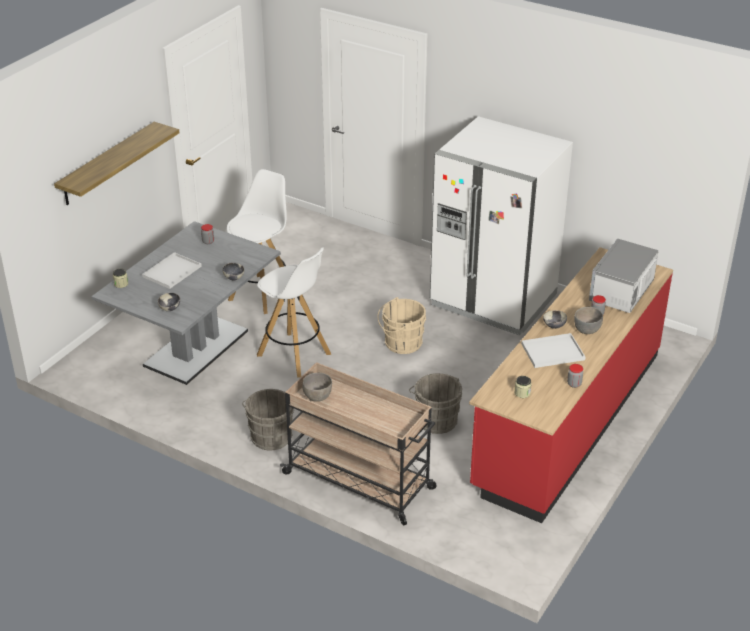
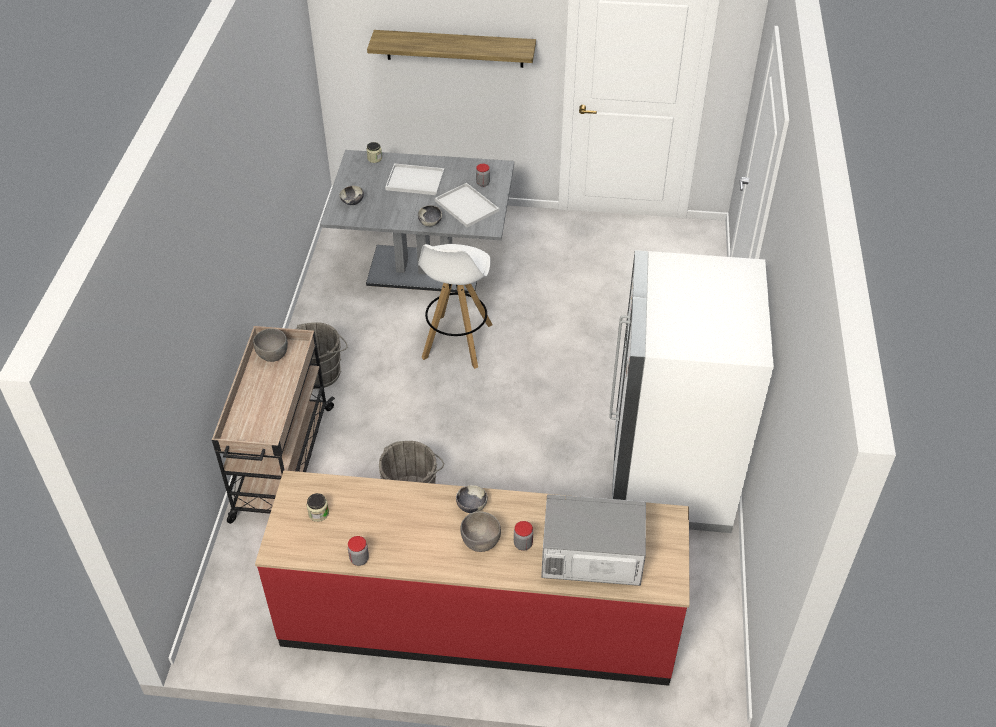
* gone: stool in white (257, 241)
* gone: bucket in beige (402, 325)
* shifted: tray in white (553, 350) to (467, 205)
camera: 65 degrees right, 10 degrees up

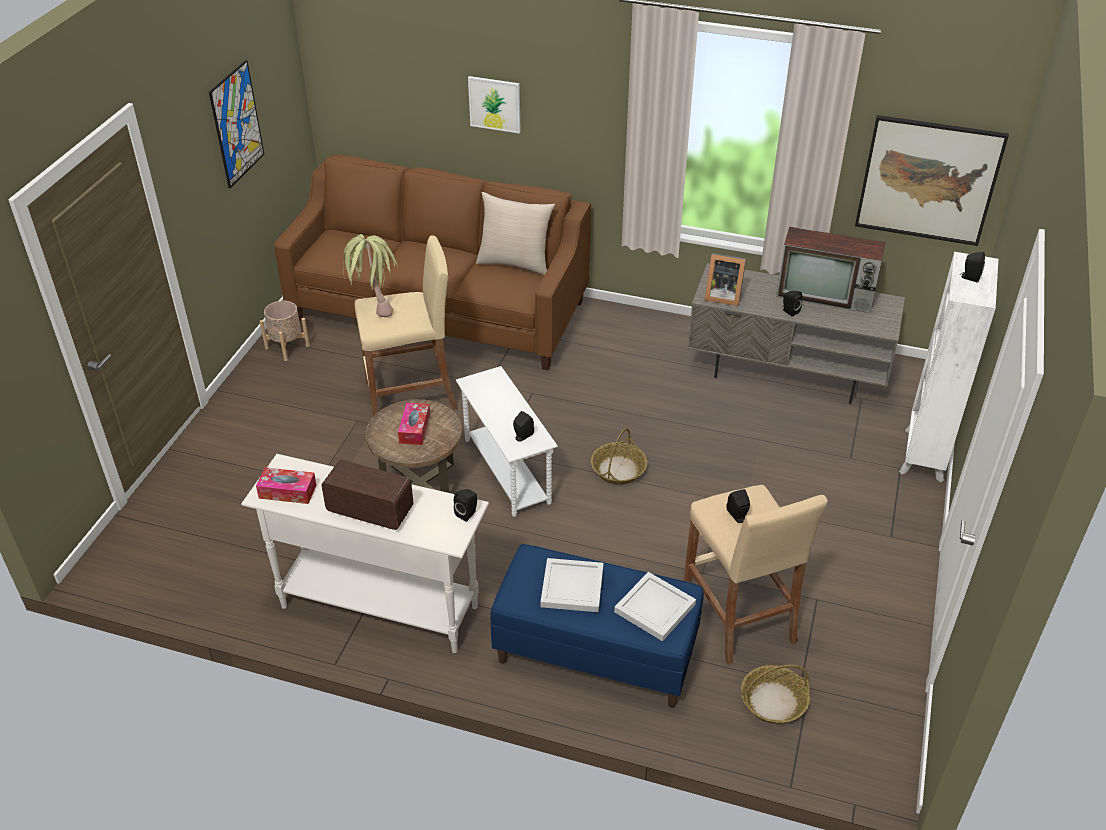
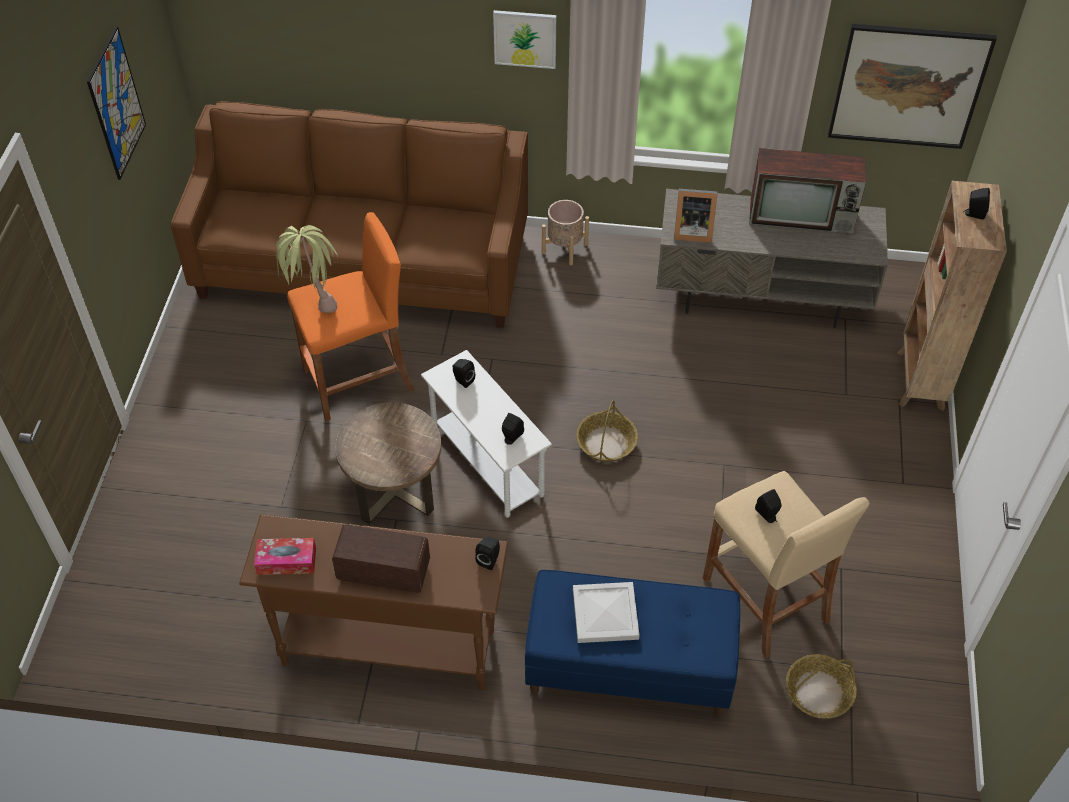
* repainted: console table in white (365, 553) to console table in brown (373, 602)
* shifted: planter in beige (285, 331) to (565, 232)
* repainted: stool in beige (406, 325) to stool in orange (351, 316)
* gone: tissue box (414, 423)
* shifted: picture (494, 104) to (524, 39)
* gone: pillow in beige (515, 233)
* gone: tray in white (655, 606)
* shifted: speaker in black (792, 304) to (464, 373)
* repainted: bookcase in white (948, 367) to bookcase in brown (951, 296)
camera: 10 degrees left, 10 degrees up

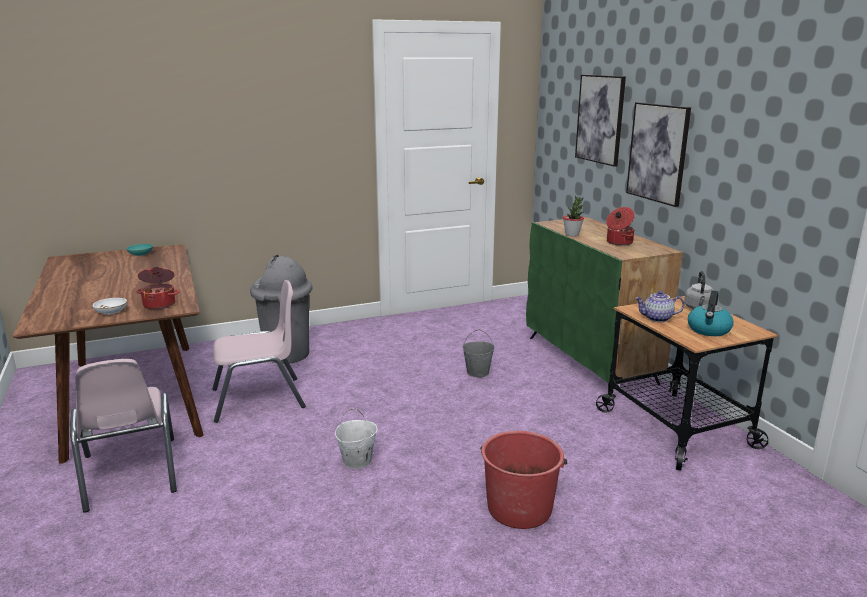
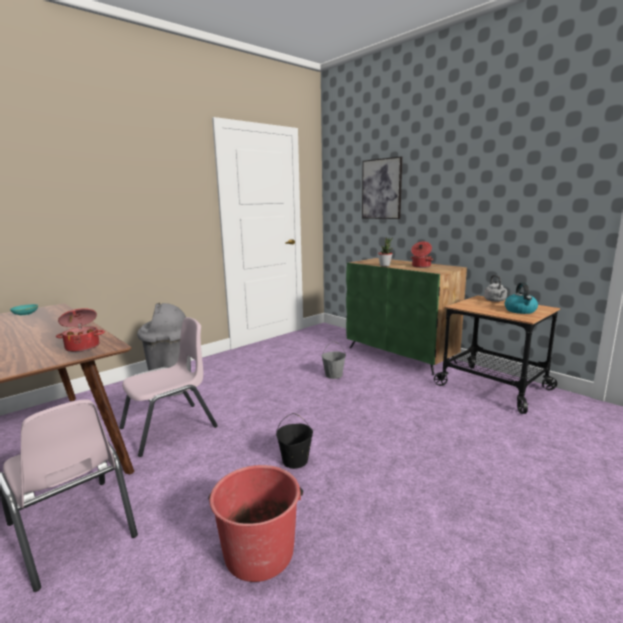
* gone: bowl in white (109, 306)
* repainted: bucket in white (356, 438) to bucket in black (294, 441)
* shifted: bucket in red (523, 480) to (255, 523)
* gone: picture (658, 154)
* gone: teapot (659, 306)
camera: 20 degrees left, 5 degrees down

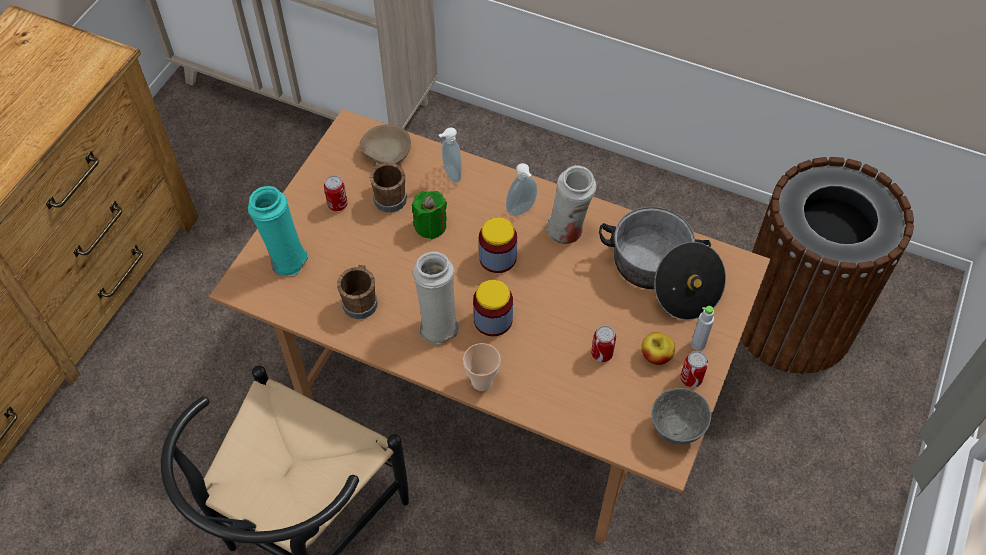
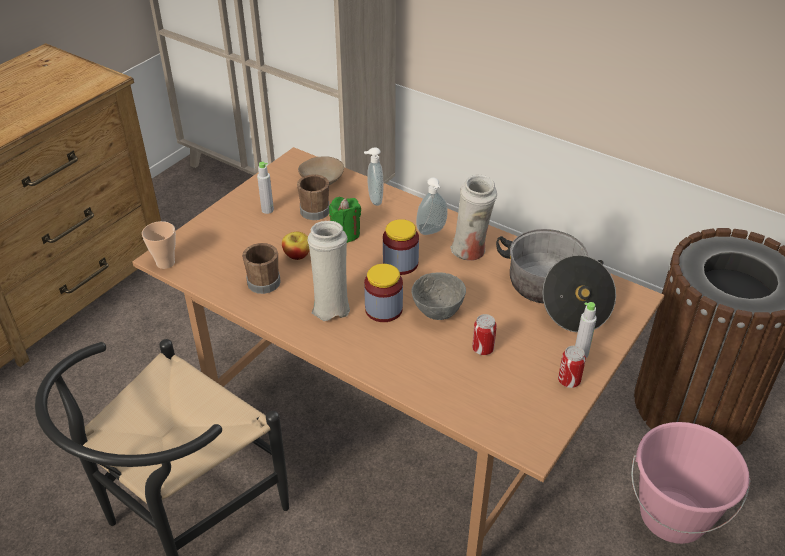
* gone: vase in turquoise (278, 231)
* swapped: can (336, 193) to bottle in grey (265, 188)
* shifted: cup (482, 367) to (159, 245)
* shifted: apple (658, 348) to (296, 246)
* shifted: bowl in grey (681, 416) to (438, 296)
* new: bucket in pink (691, 483)
camera: 10 degrees right, 15 degrees down

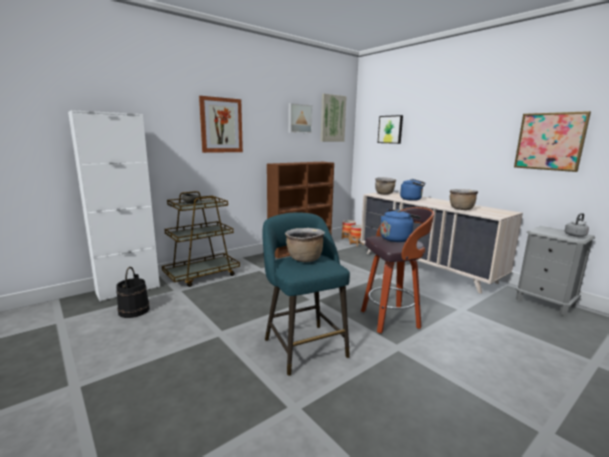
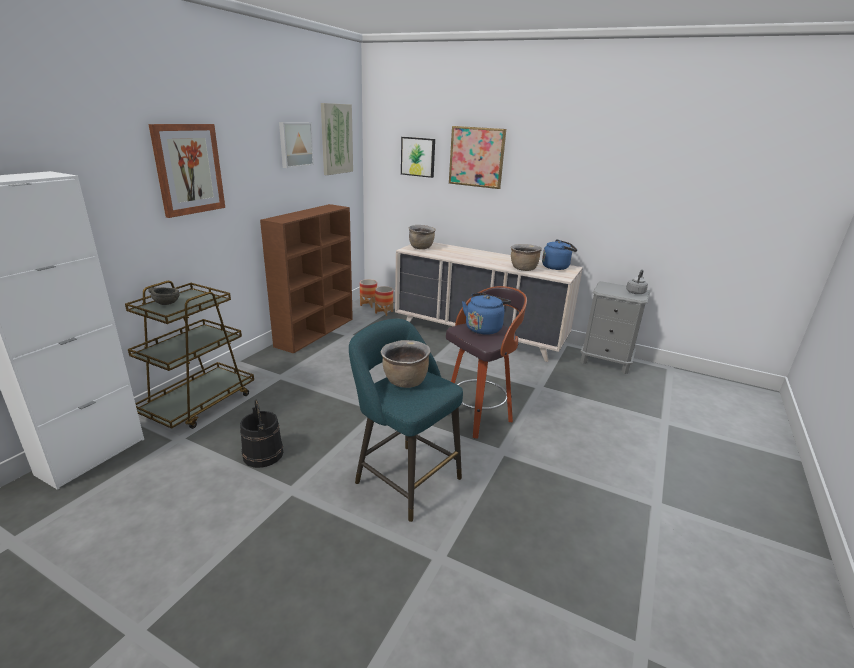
* shifted: bucket in black (133, 292) to (261, 433)
* shifted: kettle in blue (412, 190) to (559, 254)
* shifted: picture (552, 141) to (477, 157)
camera: 25 degrees left, 10 degrees up

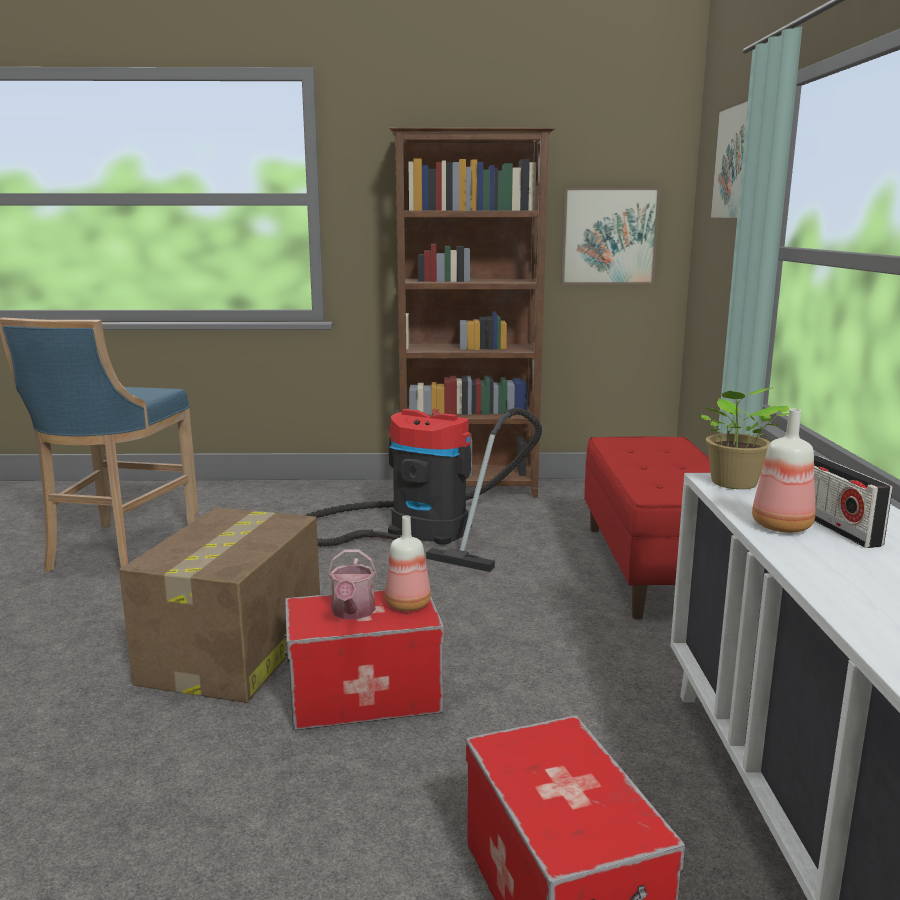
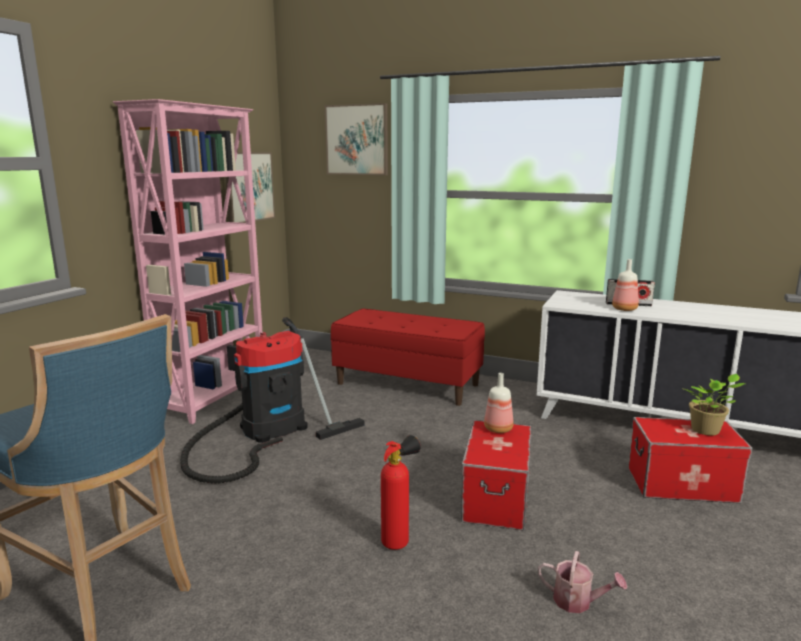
* swapped: cardboard box (219, 605) to fire extinguisher (400, 492)
* shifted: watering can (352, 584) to (582, 582)
* repainted: bookcase in brown (472, 312) to bookcase in pink (188, 261)
* shifted: potted plant (744, 438) to (713, 405)
camera: 65 degrees left, 0 degrees up

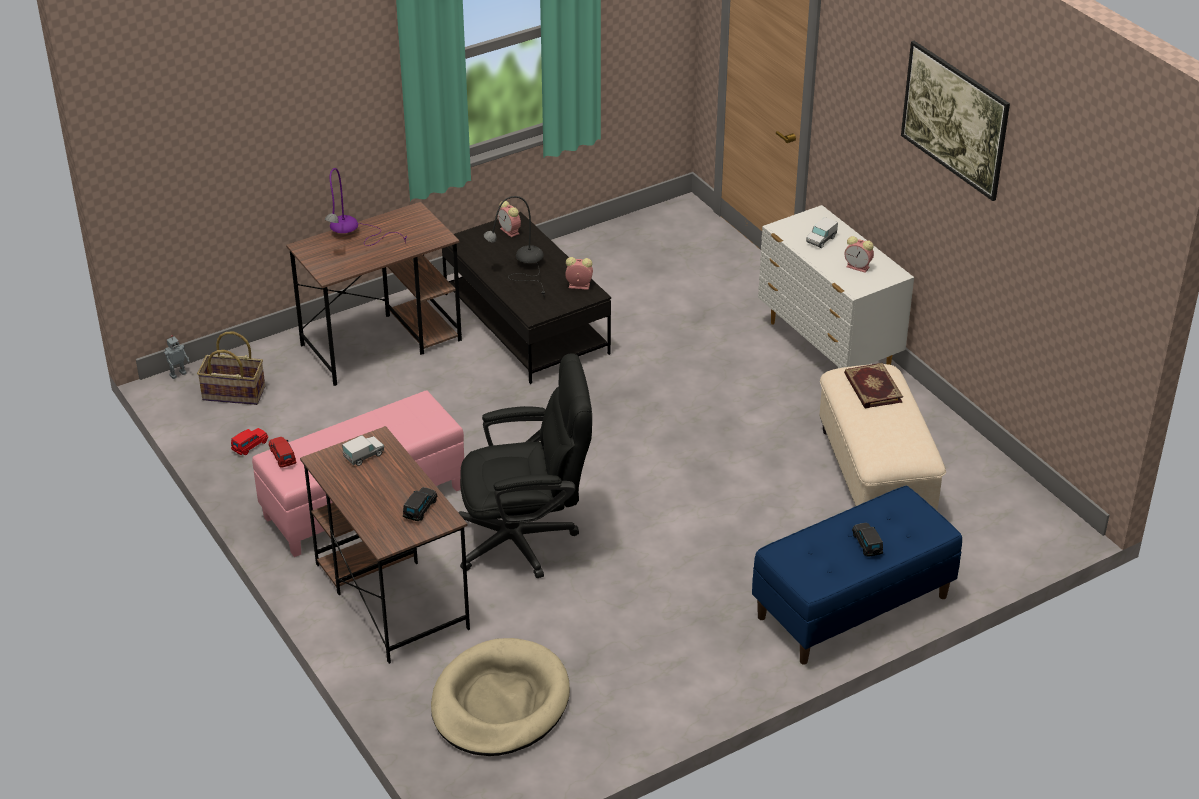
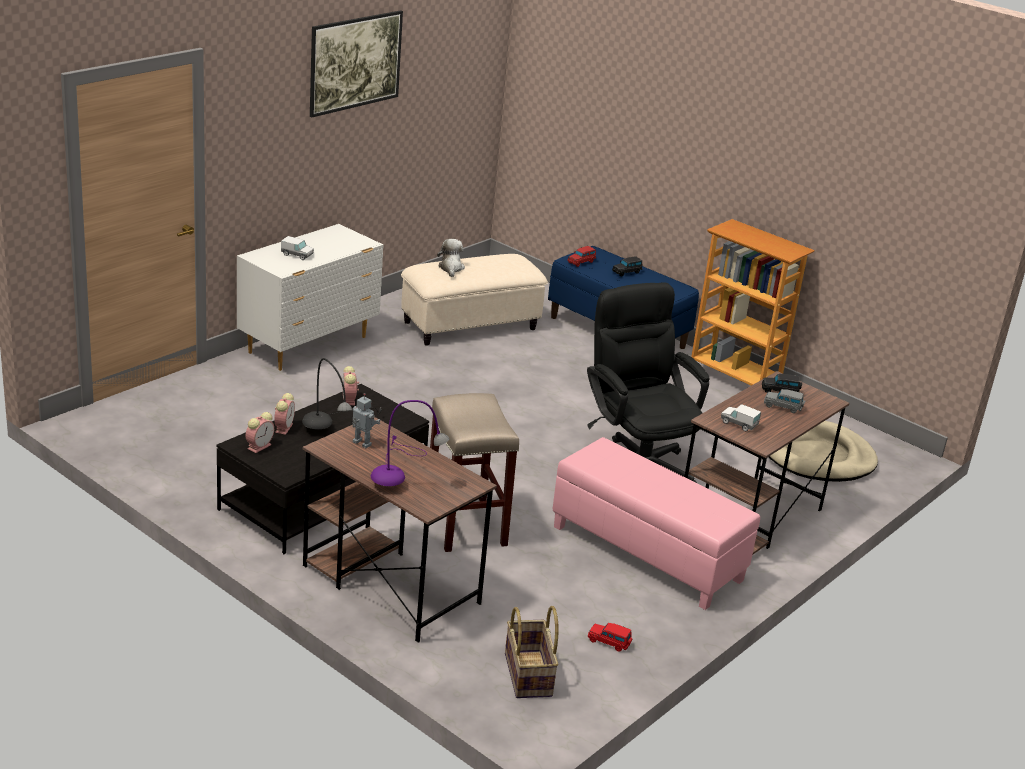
* shifted: toy robot (176, 357) to (366, 420)
* shifted: toy car in red (282, 452) to (581, 256)
* shifted: alarm clock (859, 254) to (284, 414)
* swapped: book (873, 385) to plush toy (451, 258)
* new: stool in beige (474, 472)
* new: bookcase (753, 302)
* new: toy car in grey (784, 401)
camera: 110 degrees left, 10 degrees down

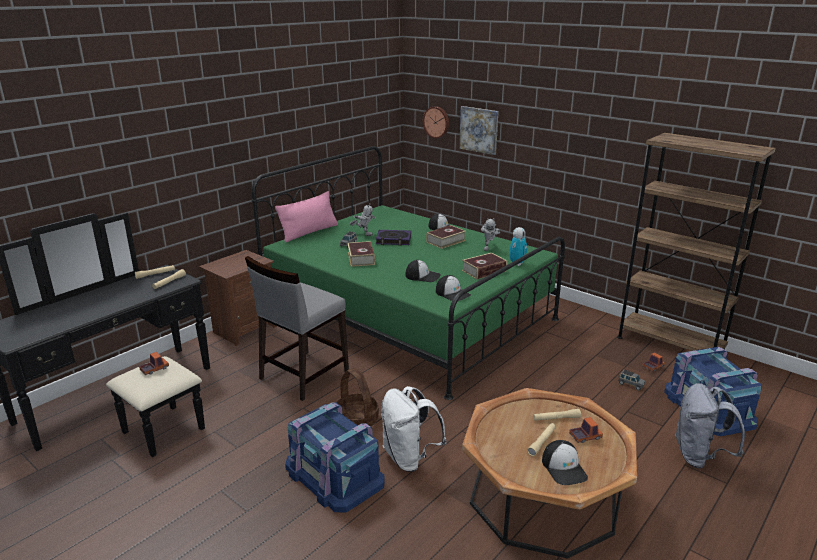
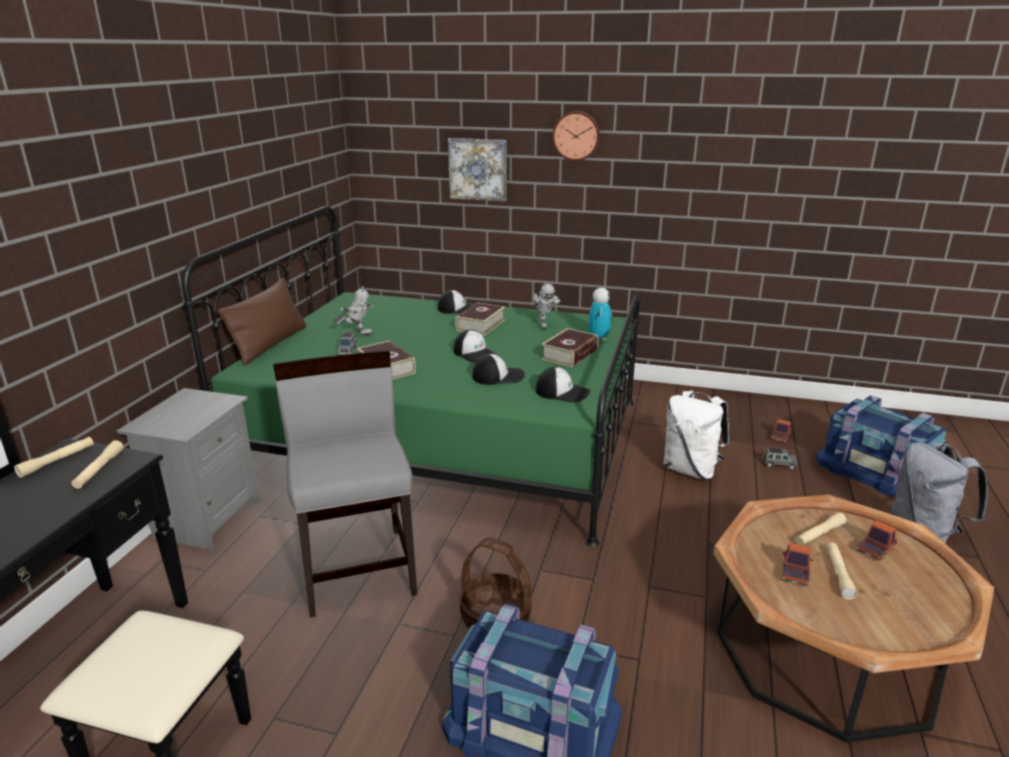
* shifted: toy truck (154, 363) to (797, 564)
* repainted: nightstand in brown (238, 298) to nightstand in grey (188, 469)
* rotated: chair in grey (297, 328) = (345, 484) 150 degrees clockwise
* repainted: pillow in pink (306, 217) to pillow in brown (262, 322)
* gone: book (393, 238)
* shifted: backpack in white (414, 429) to (696, 435)
* shifted: wall clock (436, 122) to (576, 136)
* shifted: cap (565, 462) to (476, 346)
* gone: bookcase in brown (696, 242)
camera: 25 degrees left, 0 degrees up

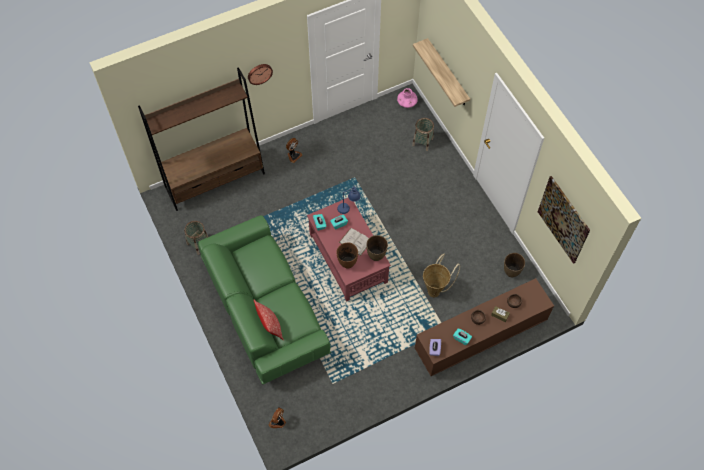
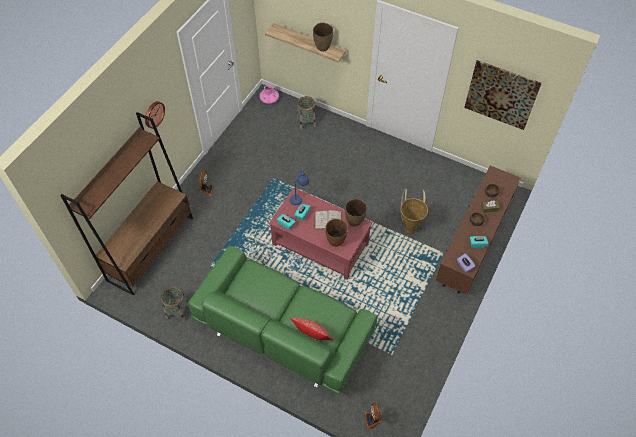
* shifted: vase in brown (514, 265) to (323, 37)
camera: 35 degrees left, 5 degrees down

